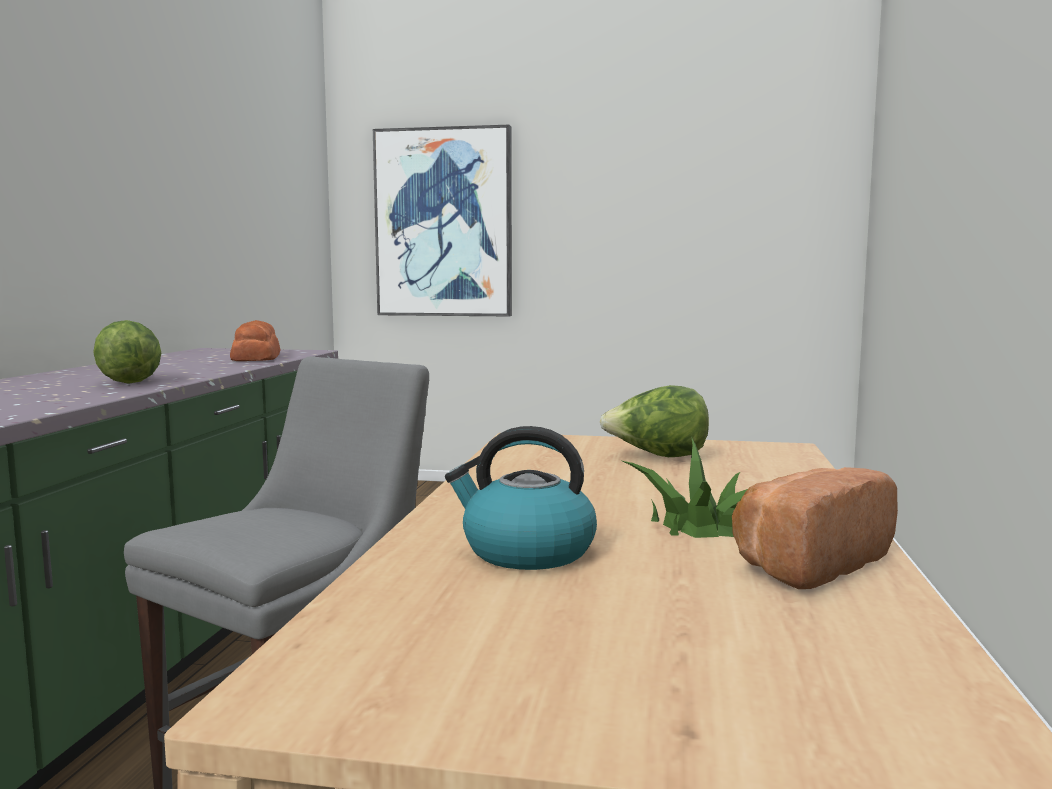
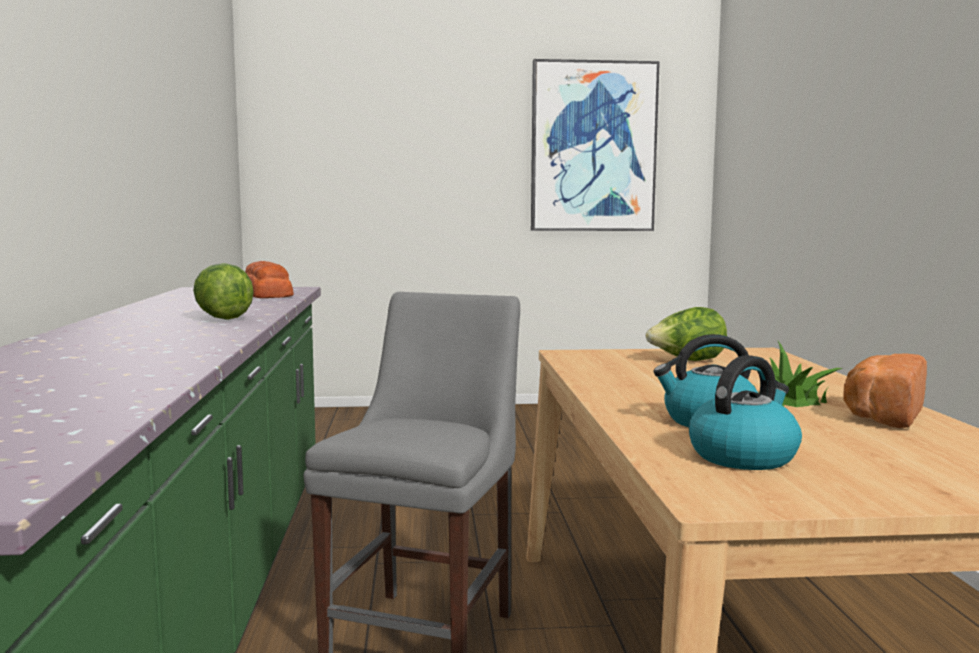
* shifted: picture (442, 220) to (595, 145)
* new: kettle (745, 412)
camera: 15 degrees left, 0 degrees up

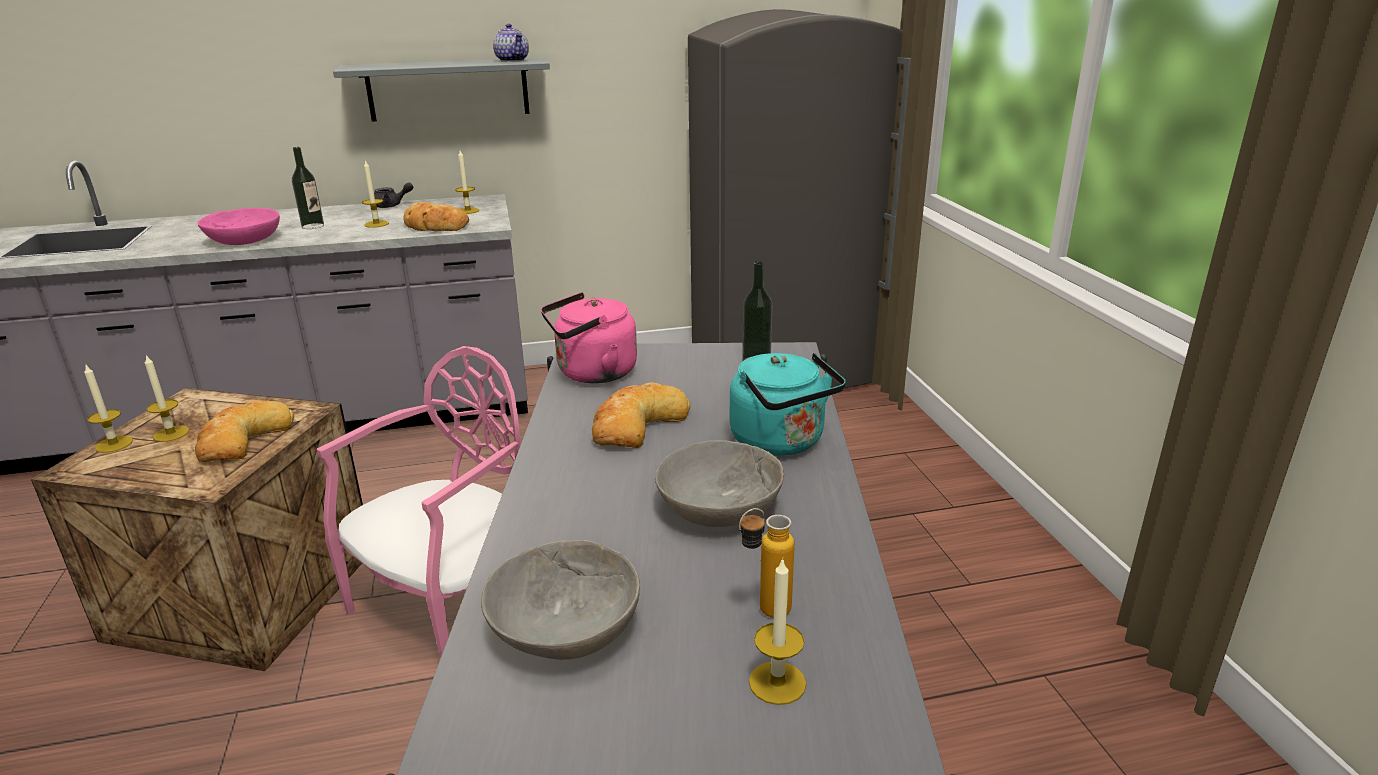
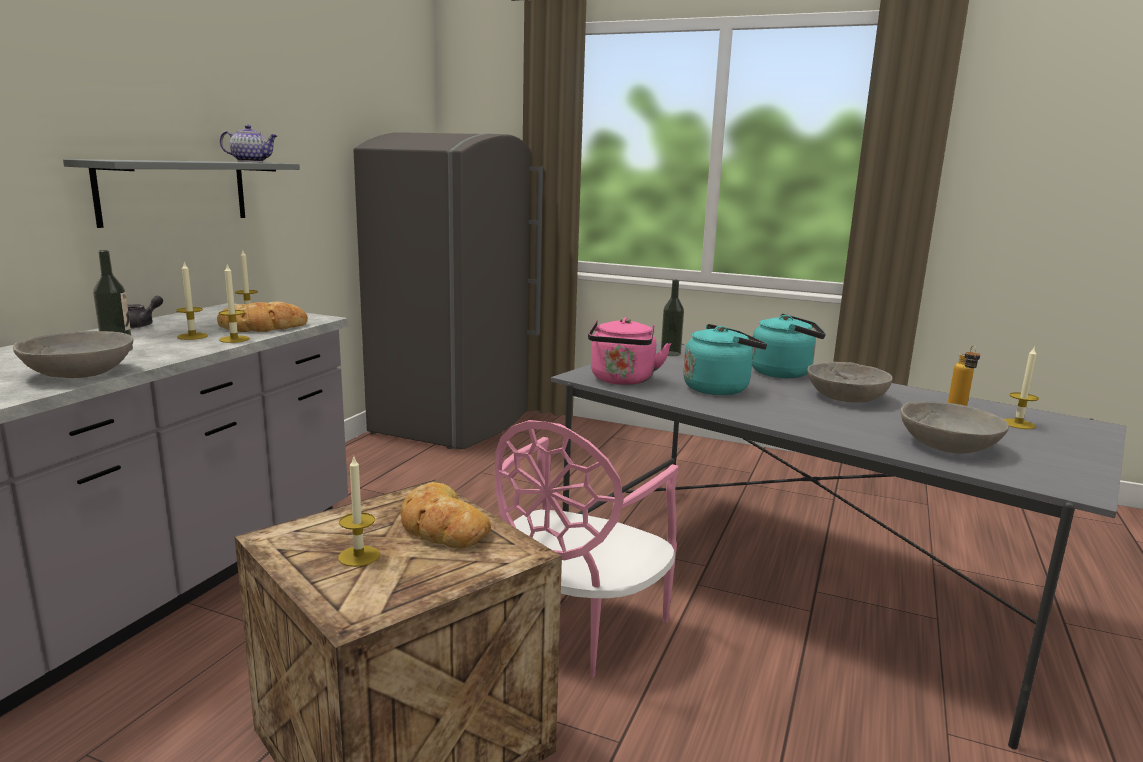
* shifted: candle (108, 409) to (234, 304)
* repainted: bowl in pink (238, 226) to bowl in grey (73, 354)
* rotated: chair in pink (418, 502) = (587, 549) 135 degrees counterclockwise
* swapped: bread (641, 415) to kettle in turquoise (725, 359)
camera: 55 degrees left, 10 degrees down

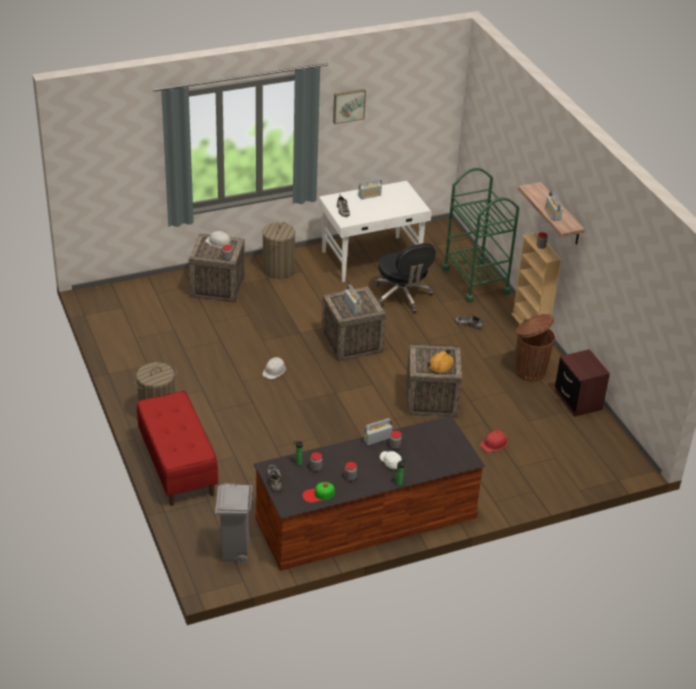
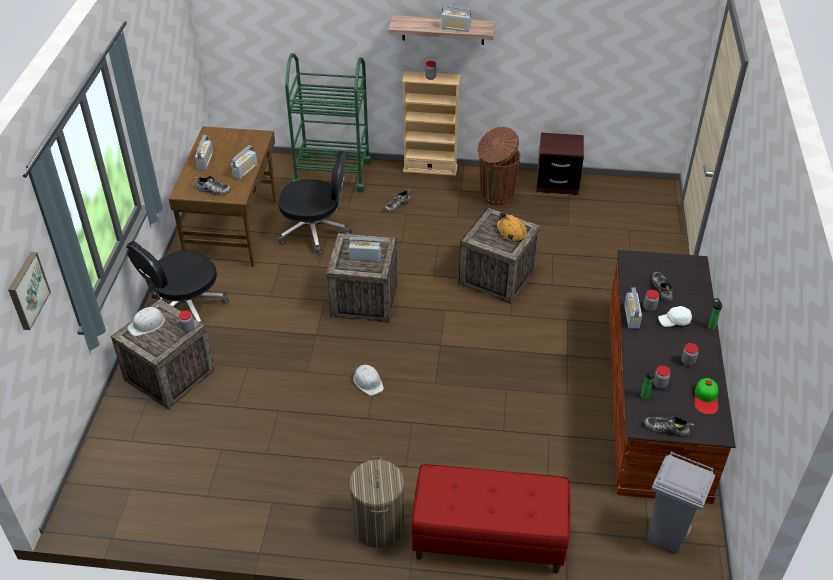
* swapped: laundry basket (278, 250) to office chair in black (177, 282)
* repainted: desk in white (375, 231) to desk in brown (222, 197)
* shifted: picture (349, 106) to (29, 291)
* gone: hard hat in red (493, 441)
* new: radio (244, 162)
* new: shoe (662, 287)
camera: 60 degrees left, 5 degrees up

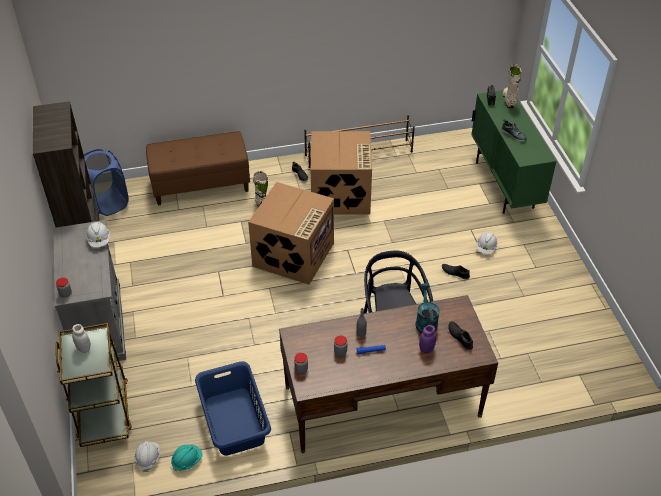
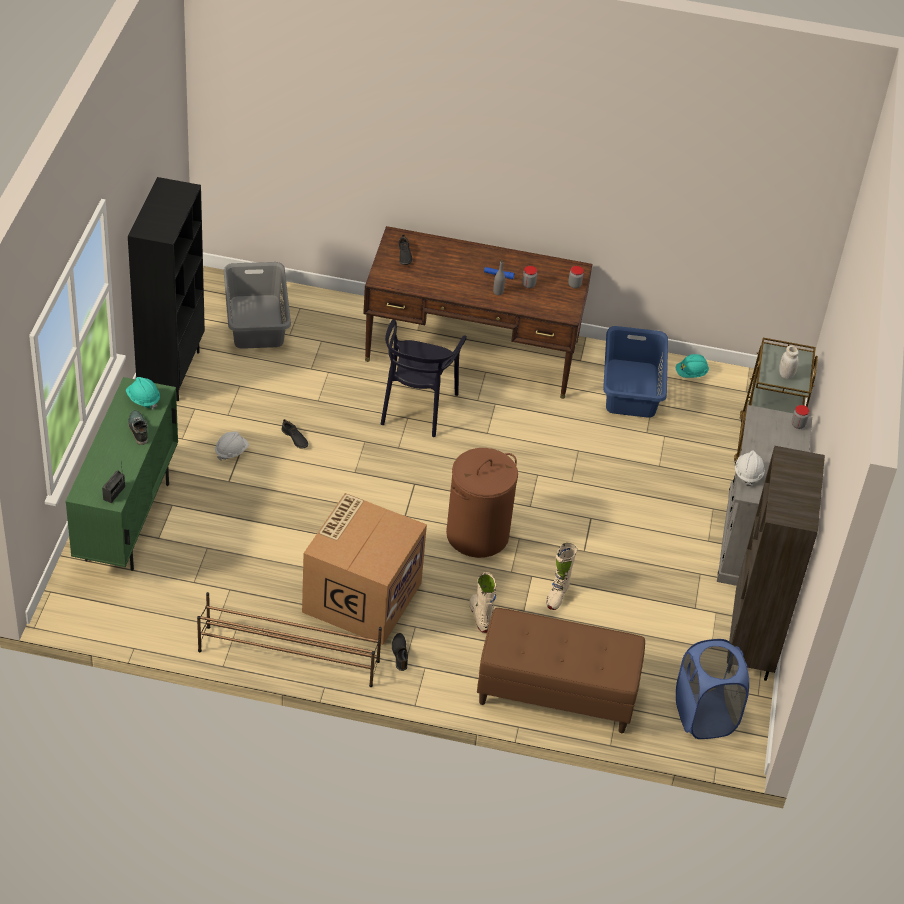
* gone: hard hat in white (147, 456)
* swapped: cardboard box (291, 233) to laundry basket in brown (482, 503)
* gone: watering can in turquoise (428, 308)
* gone: jar in purple (427, 339)
* shifted: boot in beige (512, 86) to (561, 576)
* new: hard hat in turquoise (143, 393)
* new: bookcase in black (166, 289)
* new: laundry basket in grey (257, 305)
camera: 160 degrees left, 0 degrees up

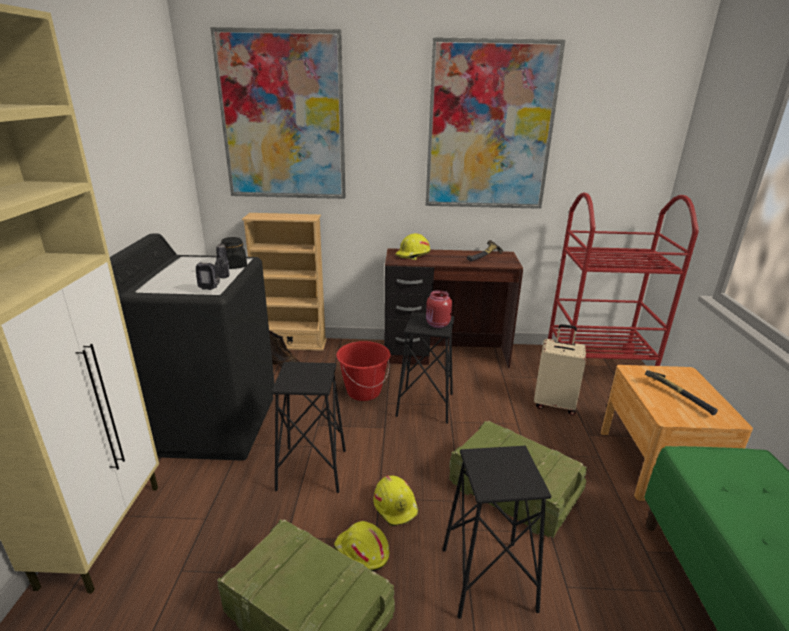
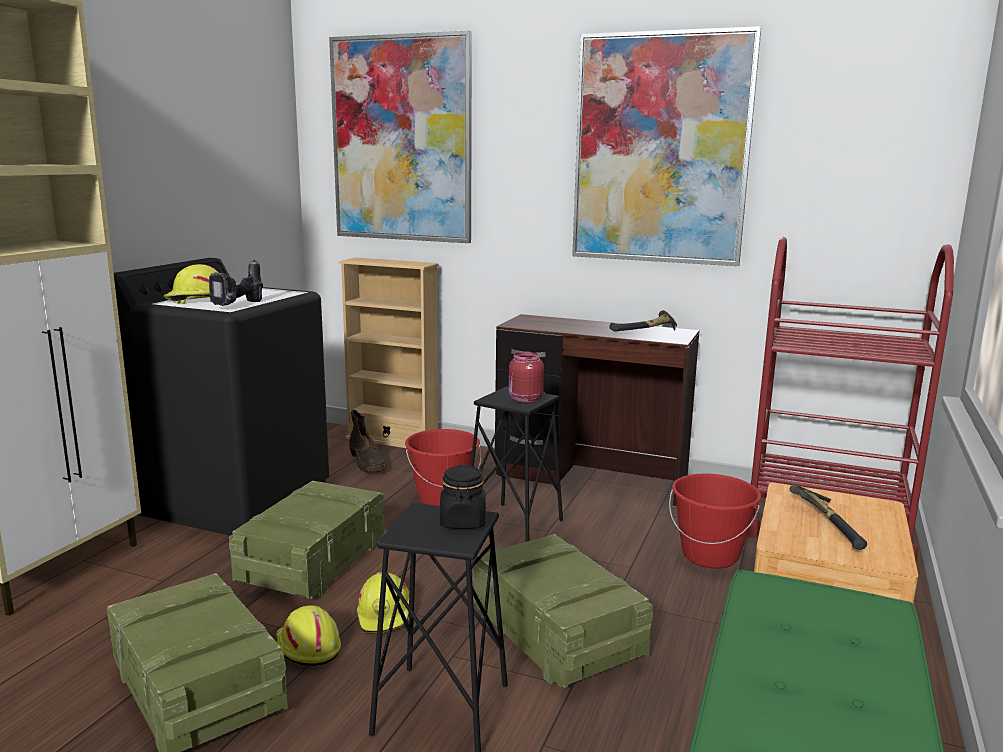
* shifted: jar in black (234, 253) to (463, 497)
* swapped: stool in black (308, 427) to crate (307, 539)
* shifted: hard hat in yellow (413, 246) to (191, 284)
* swapped: suitcase in beige (560, 370) to bucket in red (715, 521)
camera: 20 degrees right, 10 degrees down

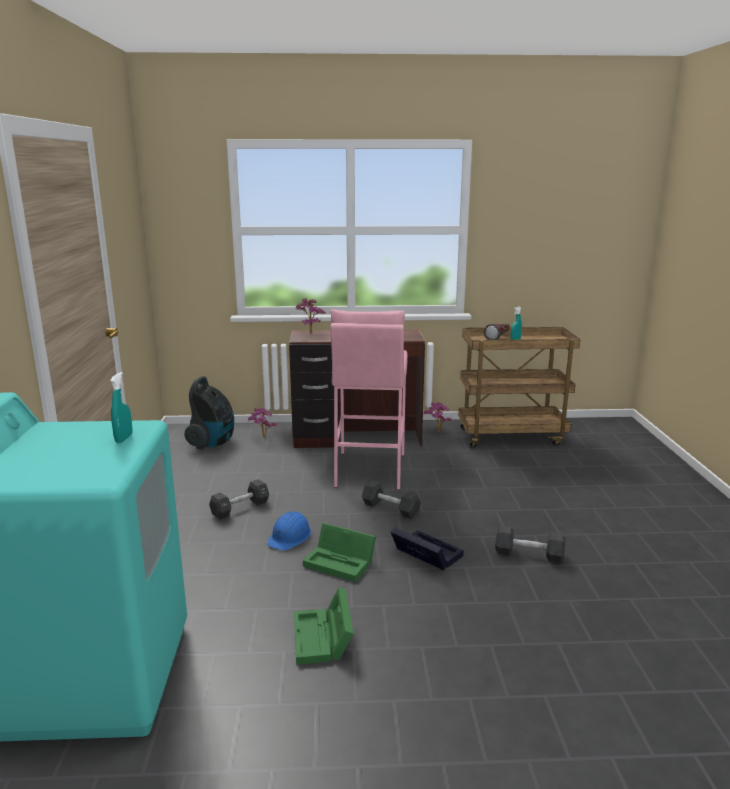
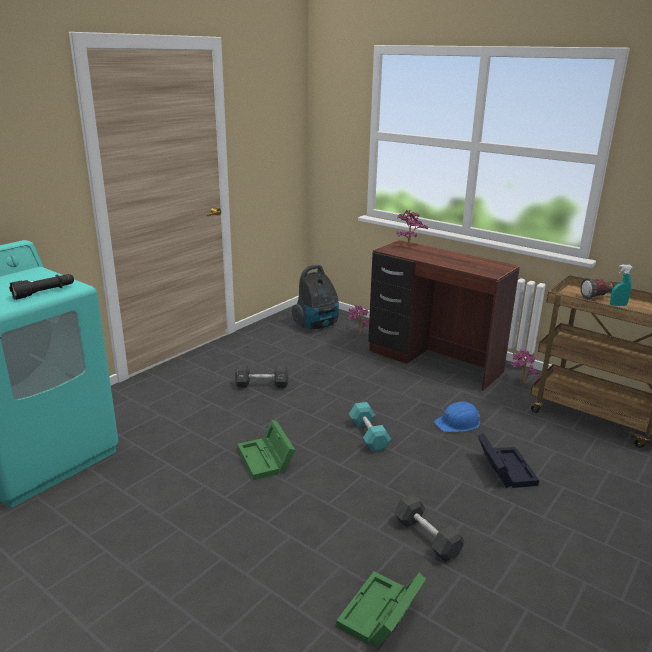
* swapped: spray bottle in turquoise (121, 407) to flashlight in black (41, 287)
* shifted: hard hat in blue (289, 530) to (457, 416)
* shifted: storage box in green (323, 626) to (381, 610)
* gone: stool in pink (369, 399)
* repainted: dumbbell in black (391, 499) to dumbbell in turquoise (370, 427)
* shifted: storage box in black (427, 548) to (508, 460)
camera: 40 degrees right, 5 degrees up

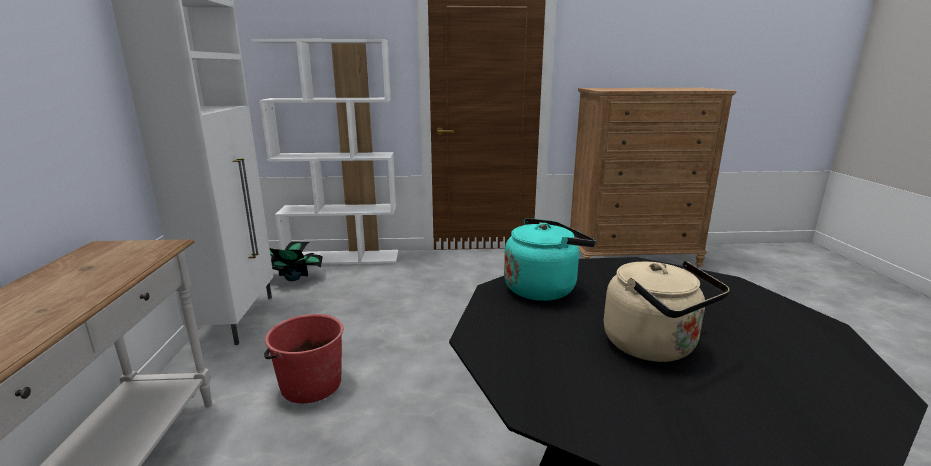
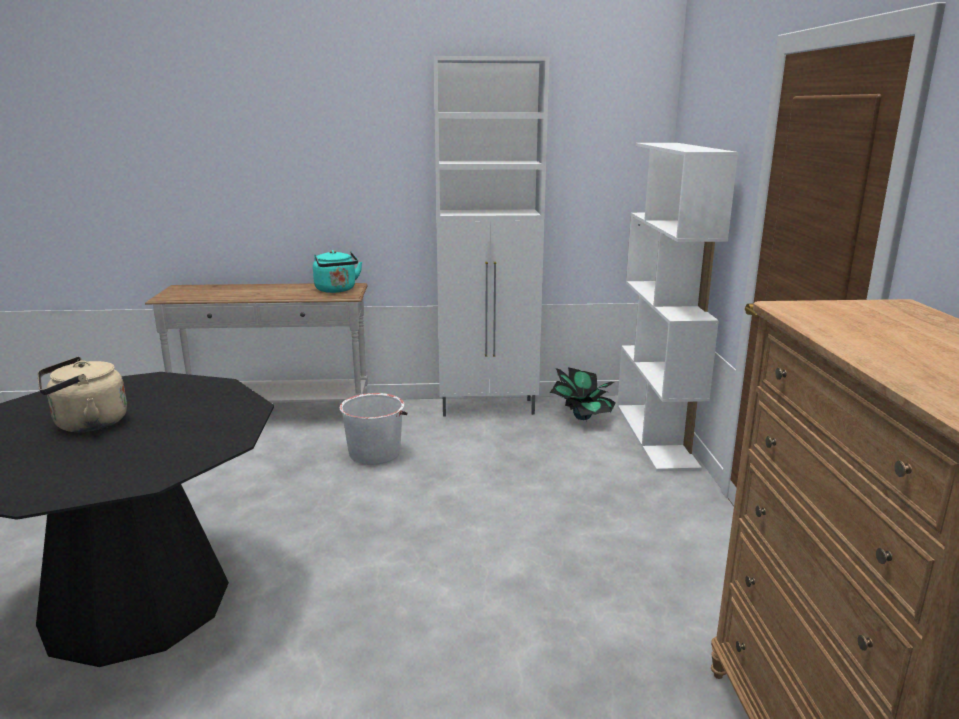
* repainted: bucket in red (304, 358) to bucket in white (373, 429)
* shifted: kettle in turquoise (550, 259) to (338, 271)
camera: 90 degrees right, 0 degrees up

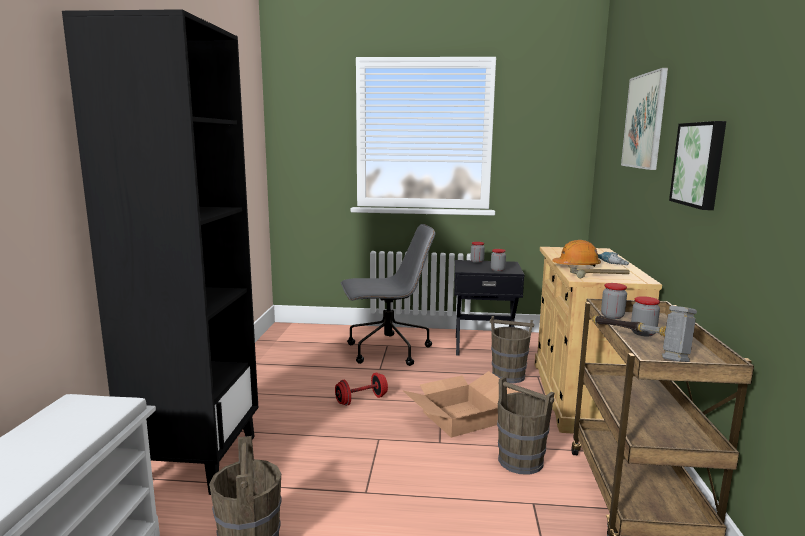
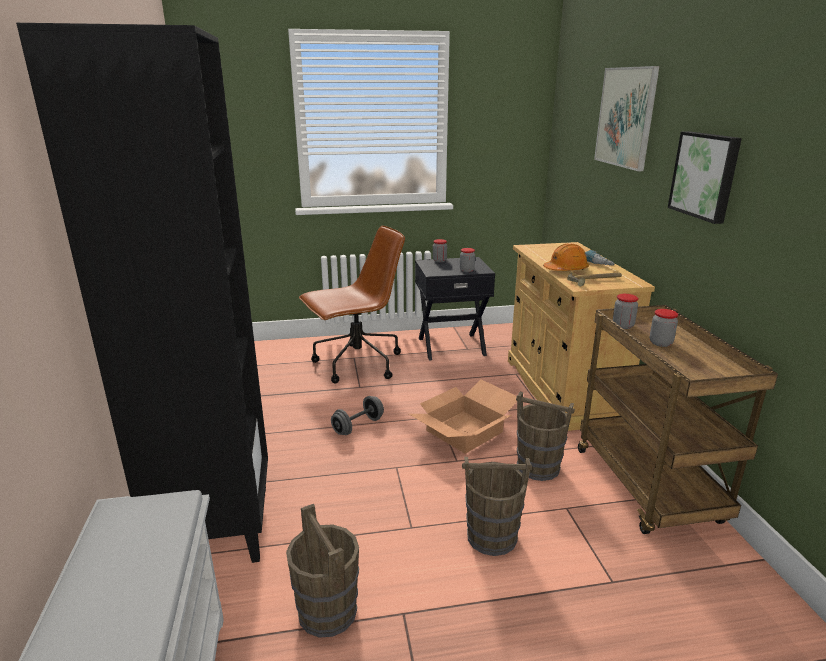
* repainted: dumbbell in red (361, 389) to dumbbell in grey (357, 415)
* repainted: office chair in grey (388, 295) to office chair in brown (352, 305)
* shifted: bucket in brown (512, 349) to (497, 506)
* gone: hammer (644, 333)
camera: 15 degrees left, 10 degrees up

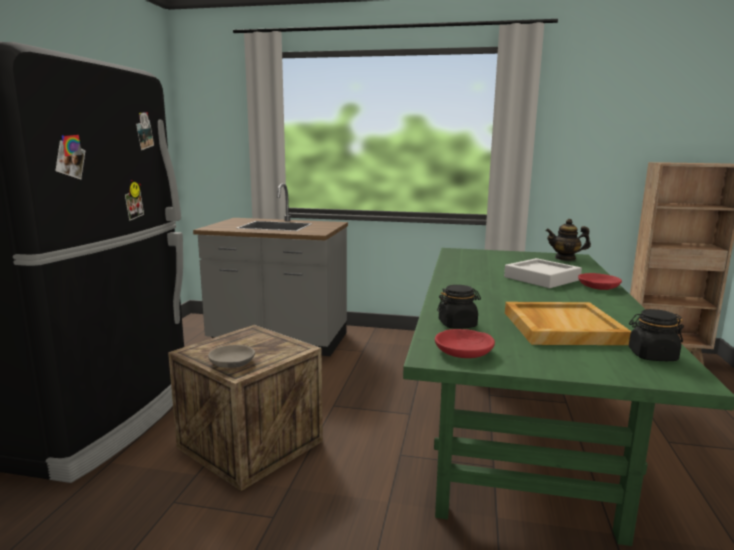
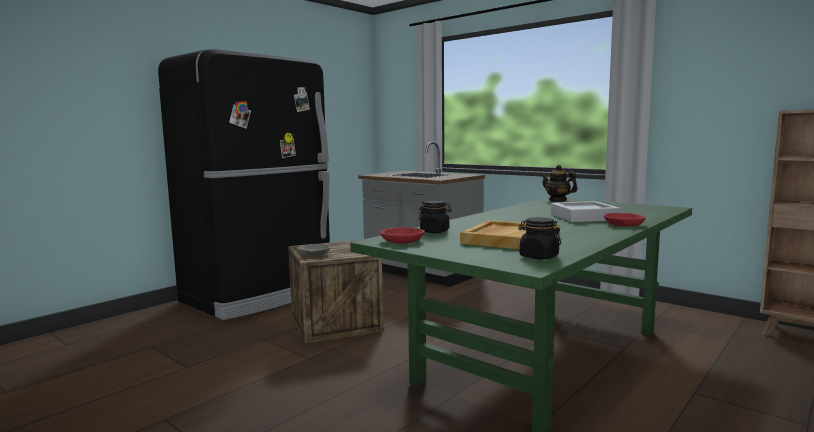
* shifted: teapot (568, 240) to (559, 183)
camera: 30 degrees right, 5 degrees down

